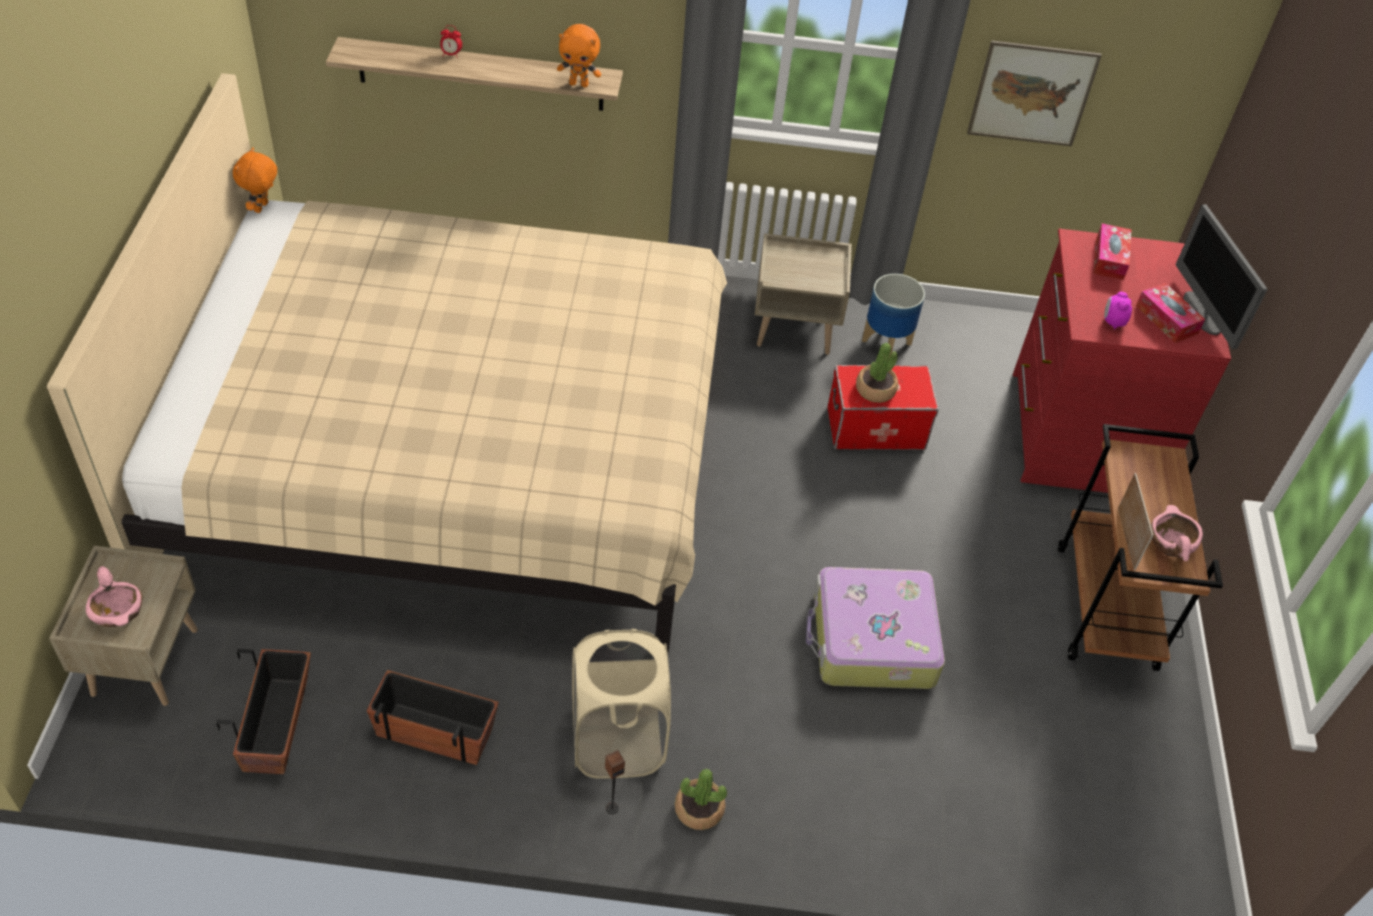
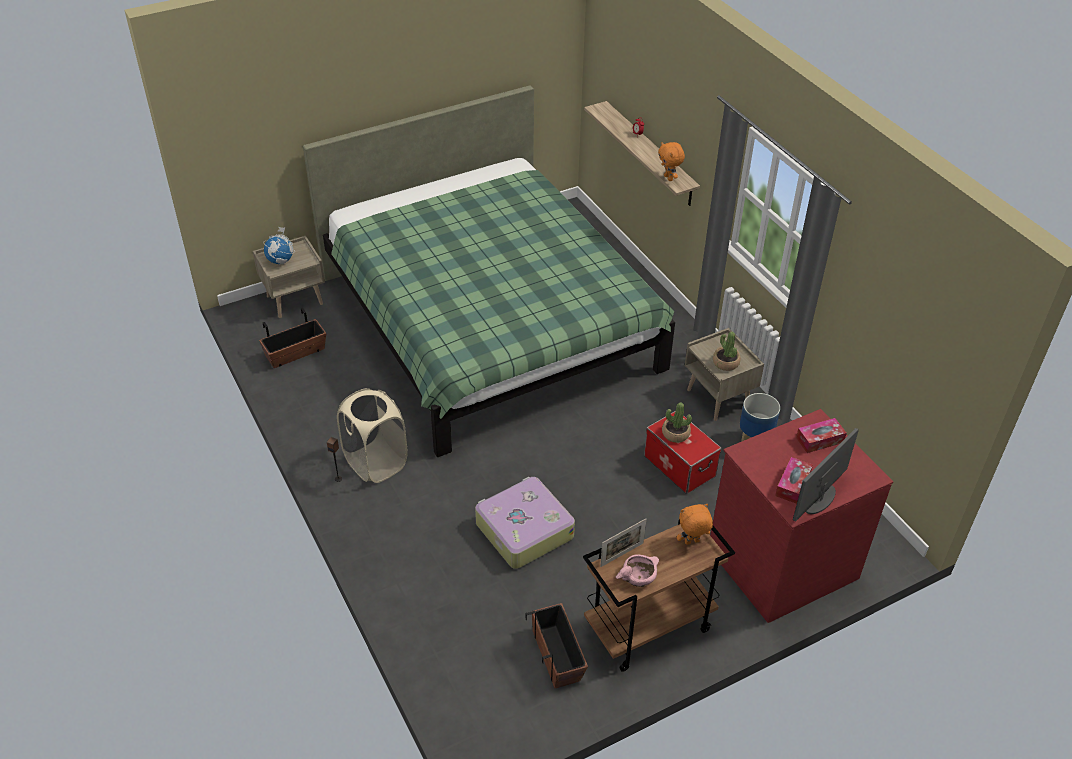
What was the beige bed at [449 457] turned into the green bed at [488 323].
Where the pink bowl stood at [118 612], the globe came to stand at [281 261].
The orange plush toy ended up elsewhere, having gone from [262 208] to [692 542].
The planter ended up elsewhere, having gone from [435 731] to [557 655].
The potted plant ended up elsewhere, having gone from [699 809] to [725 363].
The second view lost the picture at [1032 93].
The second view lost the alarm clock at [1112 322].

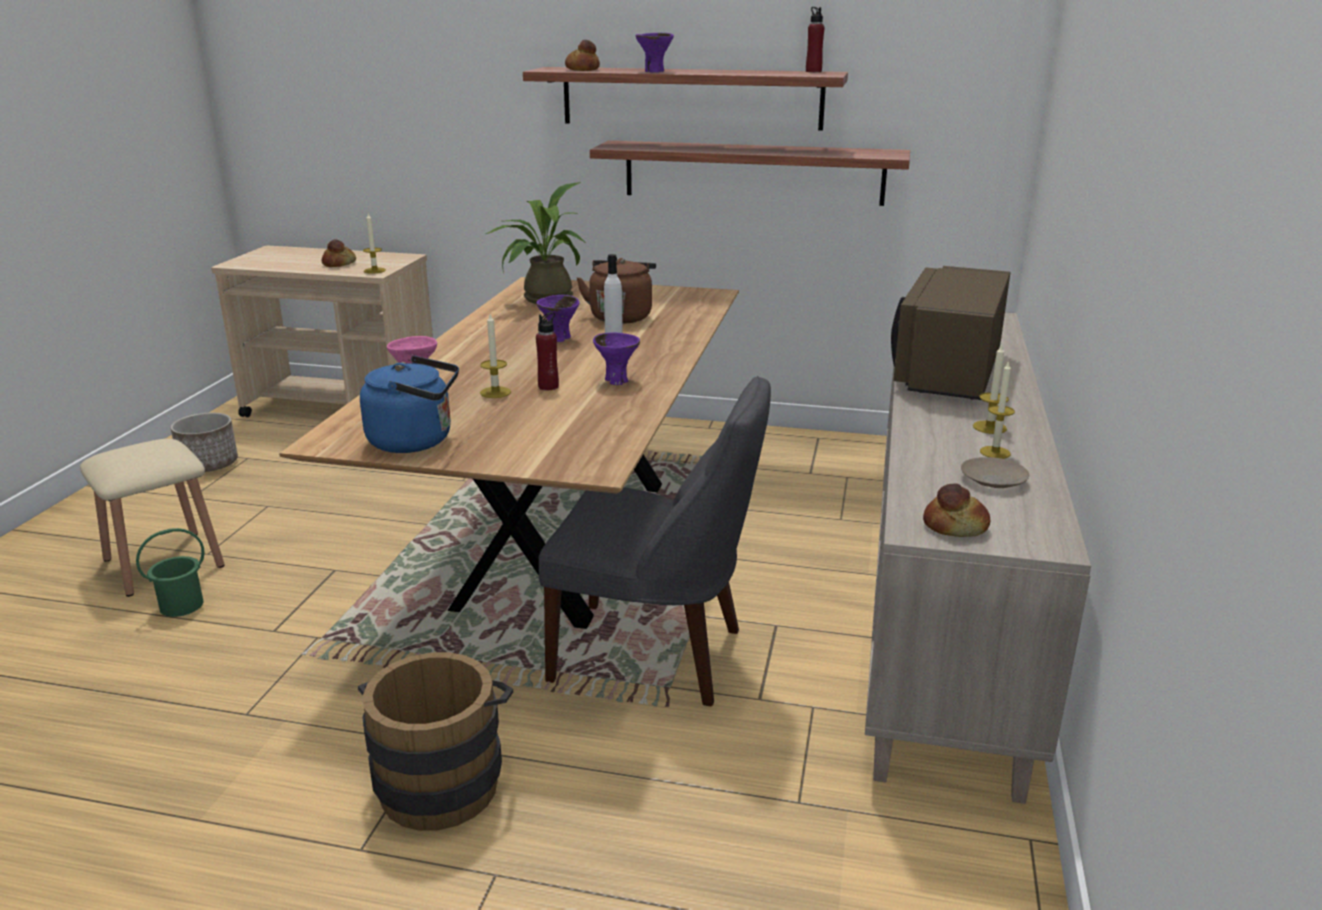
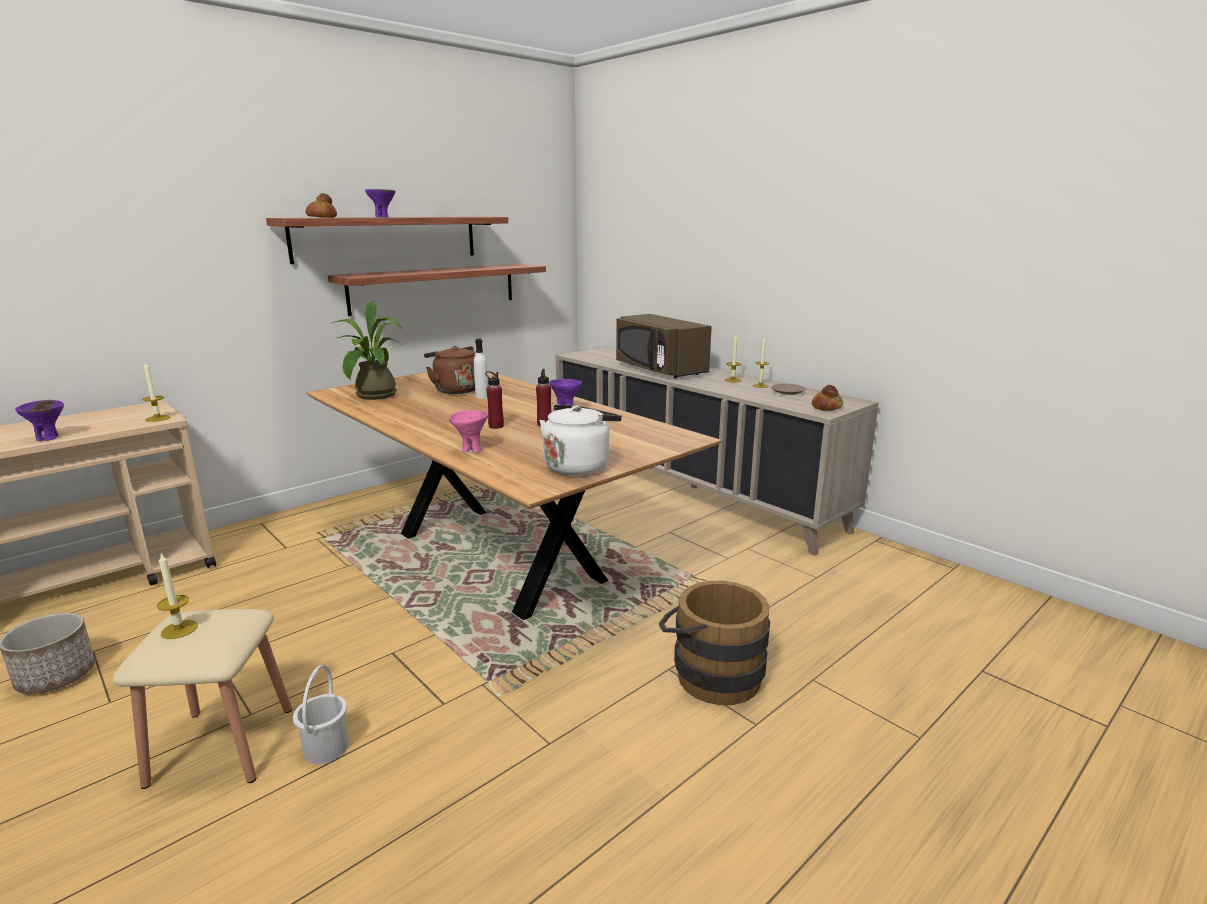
What was the green bucket at [181 605] turned into the white bucket at [325 748].
The second view lost the bread at [339 264].
What was the blue kettle at [416 441] turned into the white kettle at [579 466].
The candle ended up elsewhere, having gone from [495 392] to [179 629].
The purple bowl ended up elsewhere, having gone from [559 338] to [48 438].
The second view lost the grey chair at [656 655].
The red bottle ended up elsewhere, having gone from [813 71] to [496 426].

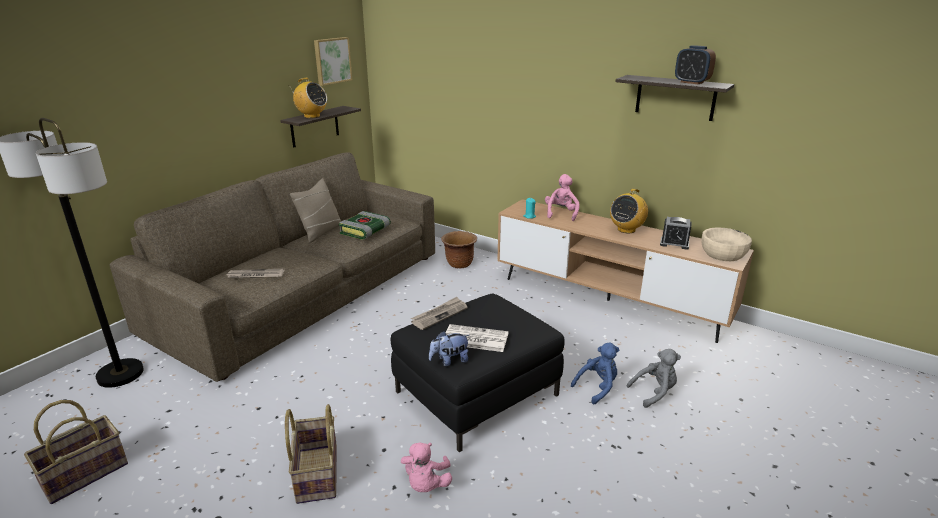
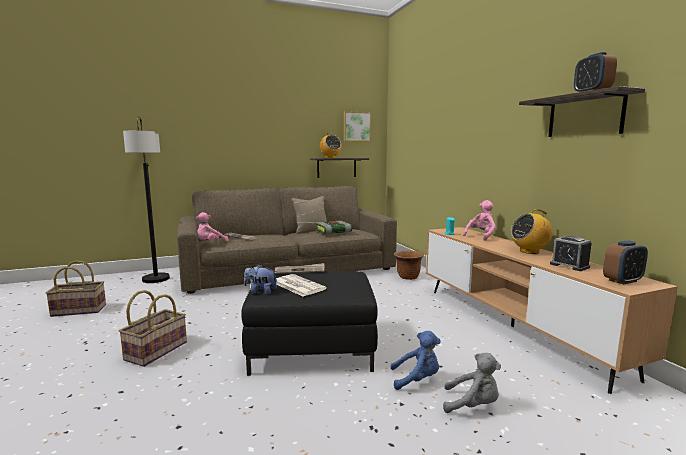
The pink plush toy ended up elsewhere, having gone from [426 484] to [210 243].
Where the beige bowl stood at [723 254], the alarm clock came to stand at [622 281].

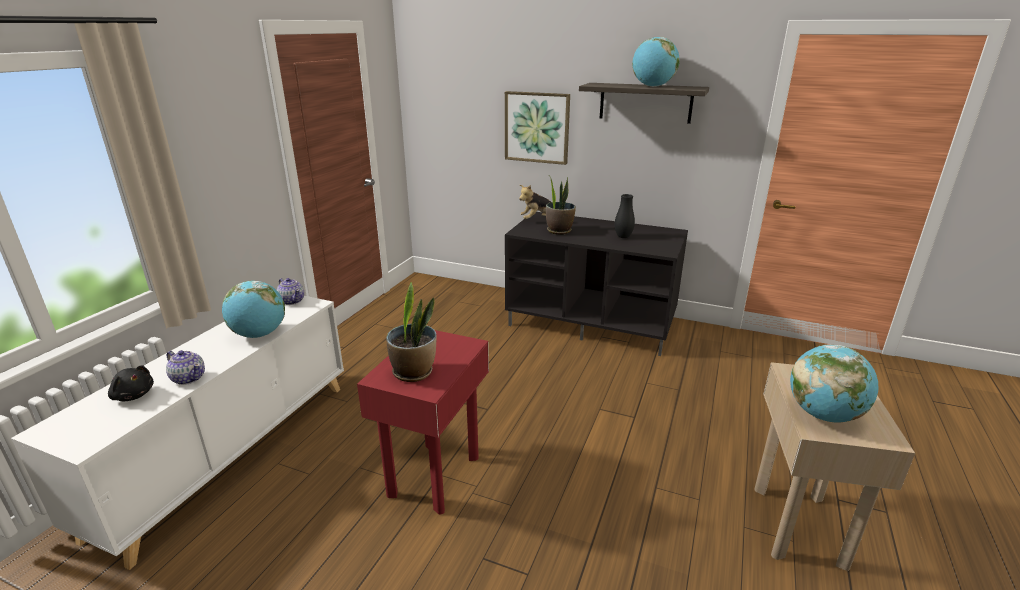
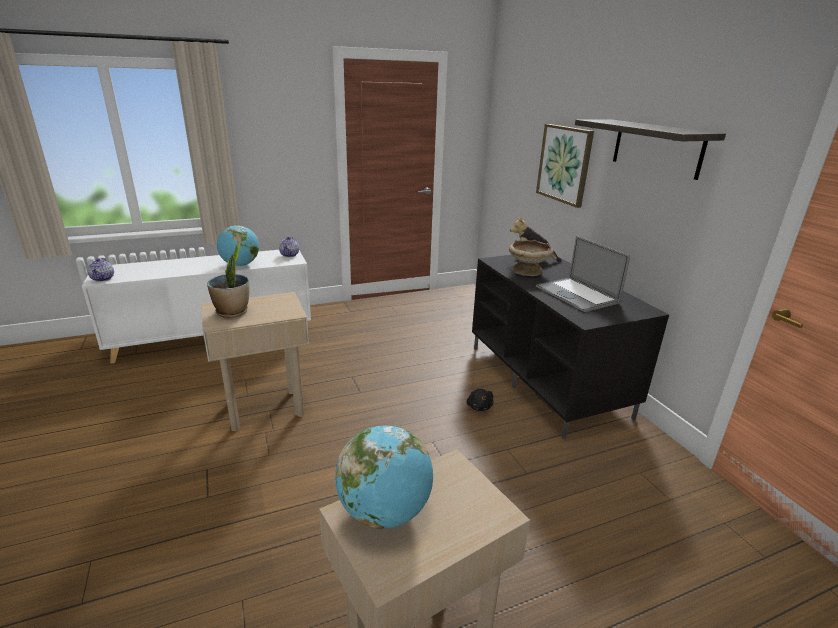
The black plush toy ended up elsewhere, having gone from [133 395] to [479 406].
The teapot ended up elsewhere, having gone from [188 378] to [103 278].
What was the red side table at [435 476] turned into the beige side table at [265 409].
Where the potted plant stood at [559 231], the beige bowl came to stand at [528 270].
Where the black vase stood at [623 237], the laptop came to stand at [576 294].
The second view lost the globe at [653 86].

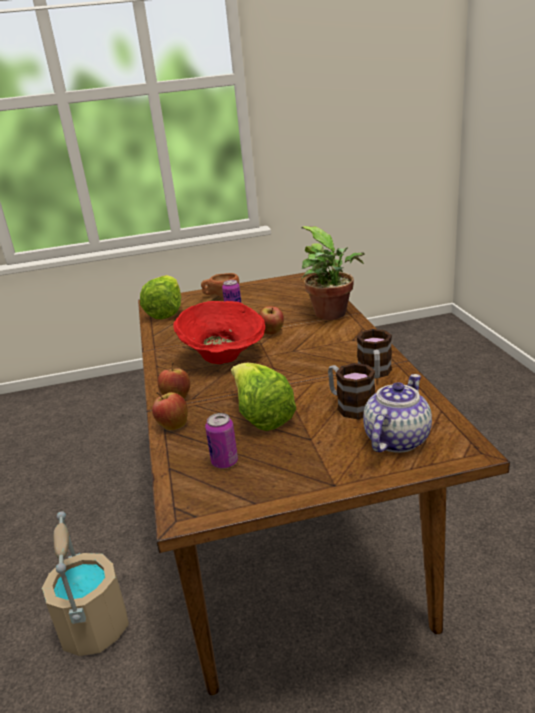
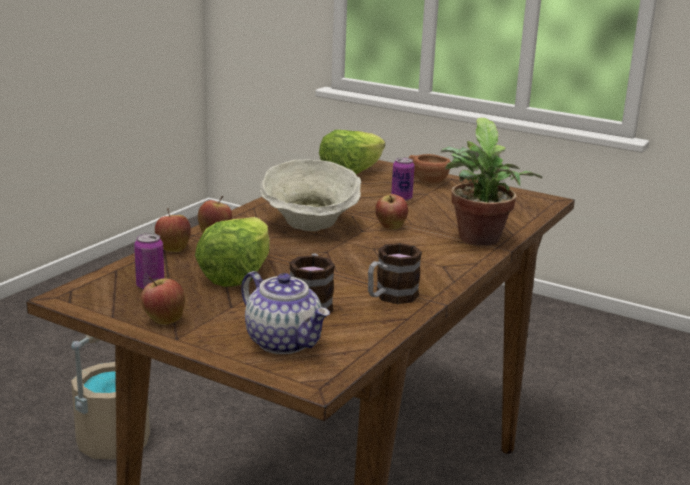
What was the red bowl at [224 357] turned into the beige bowl at [311 226].
The teapot at [396 439] ended up facing another way, 60 degrees clockwise from before.
The second view gained the apple at [163 320].

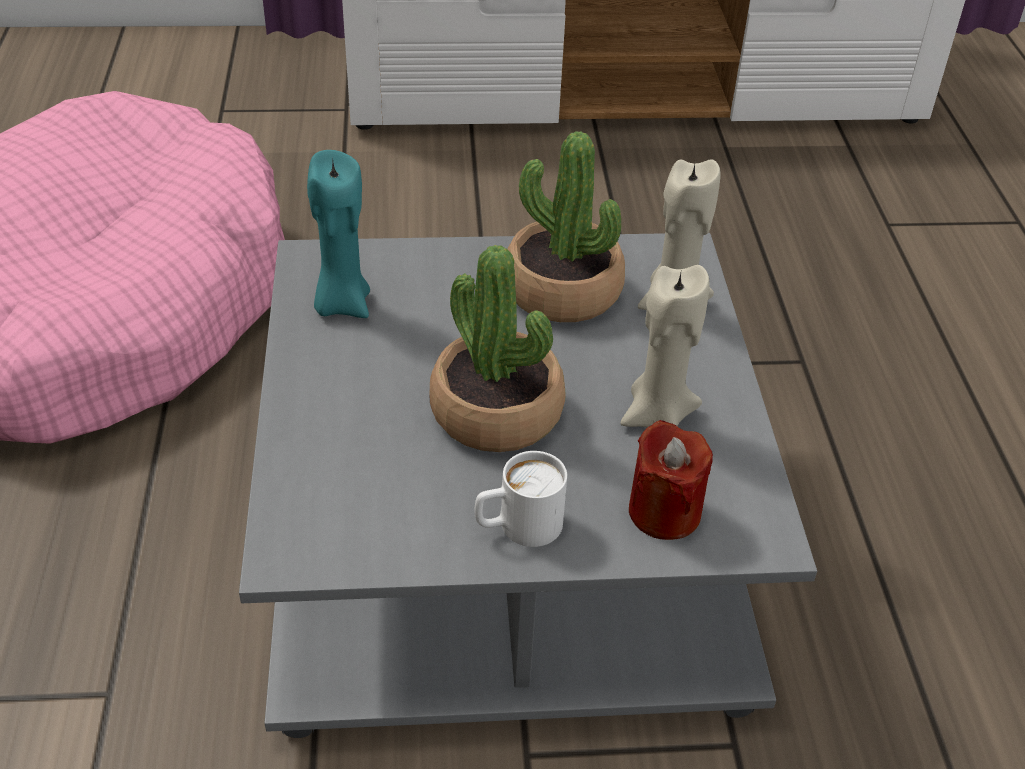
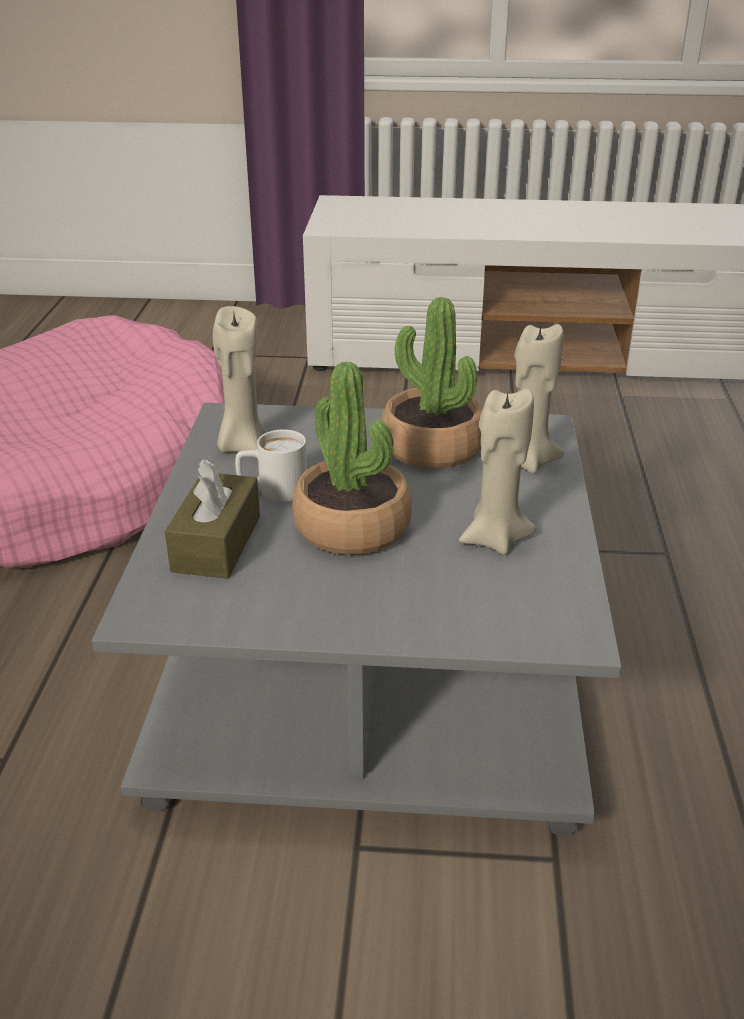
What was the turquoise candle at [342 304] turned into the beige candle at [242 446].
The white mug ended up elsewhere, having gone from [517 527] to [272 490].
The second view lost the red candle at [664 512].
The second view gained the brown tissue box at [216 543].

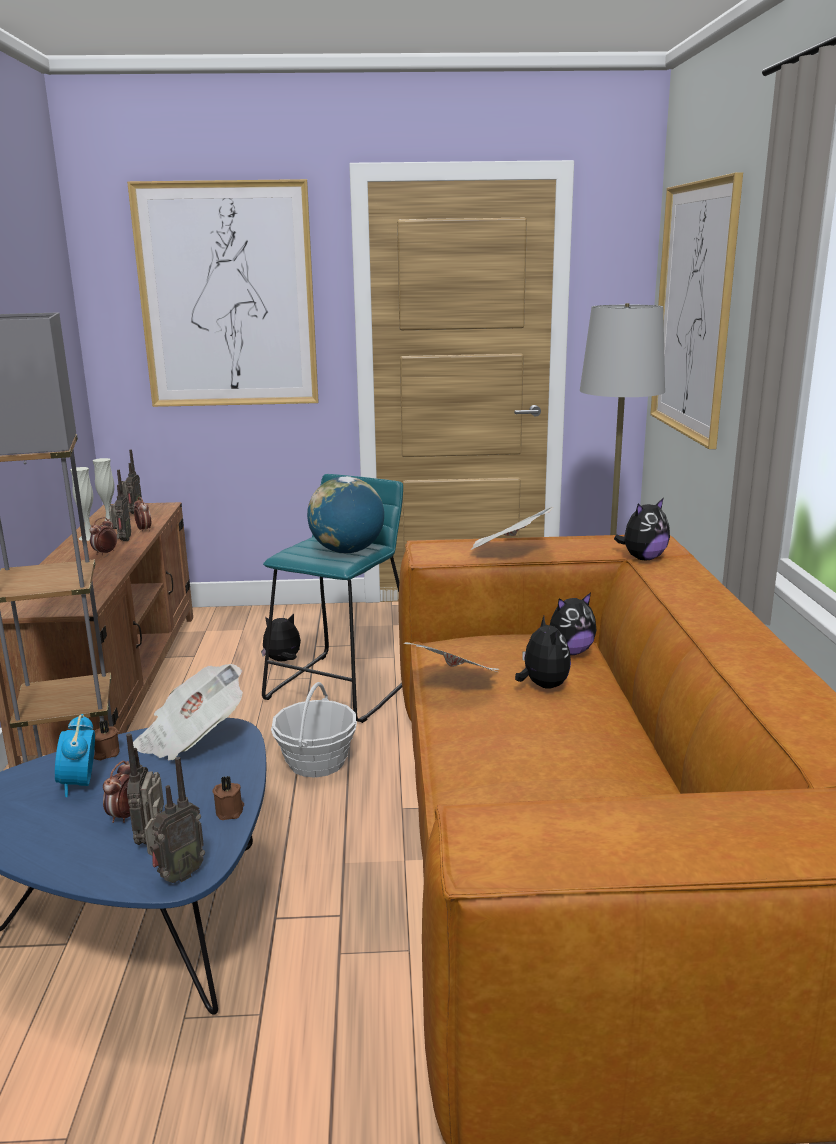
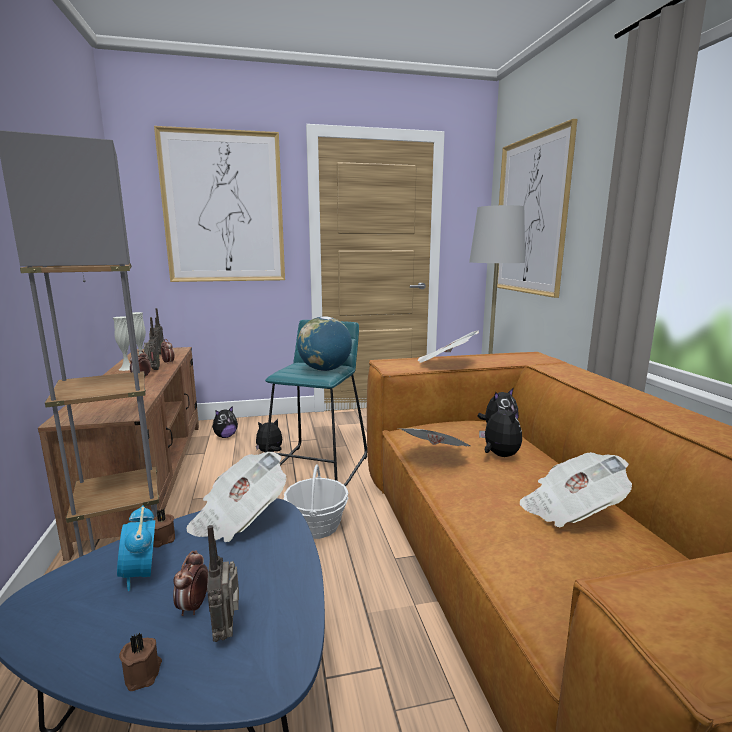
The second view lost the radio at [177 876].
The brown candle ended up elsewhere, having gone from [230 811] to [144 673].
The plush toy ended up elsewhere, having gone from [643 558] to [225 436].
The second view gained the newspaper at [570 510].

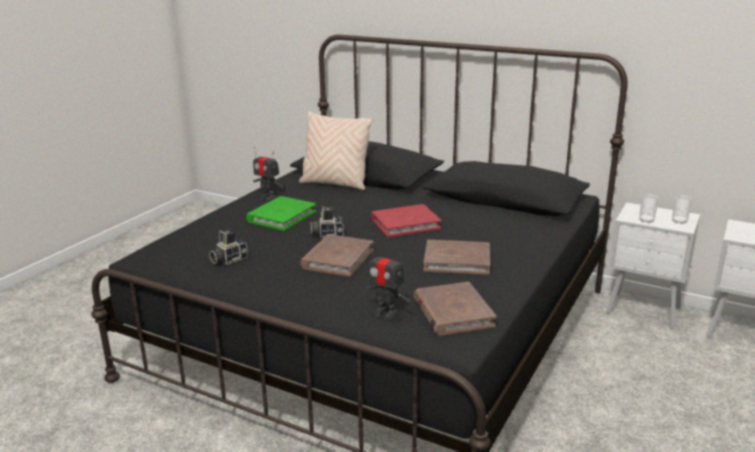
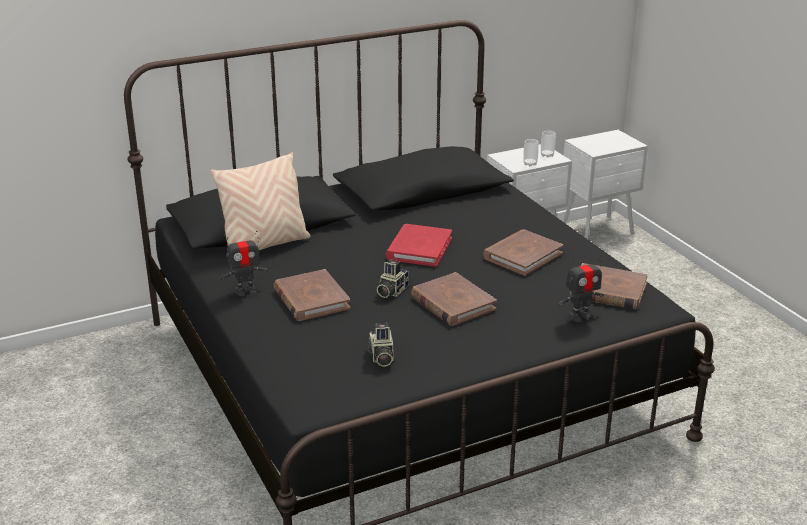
What was the green book at [282 216] turned into the brown book at [311 299].

